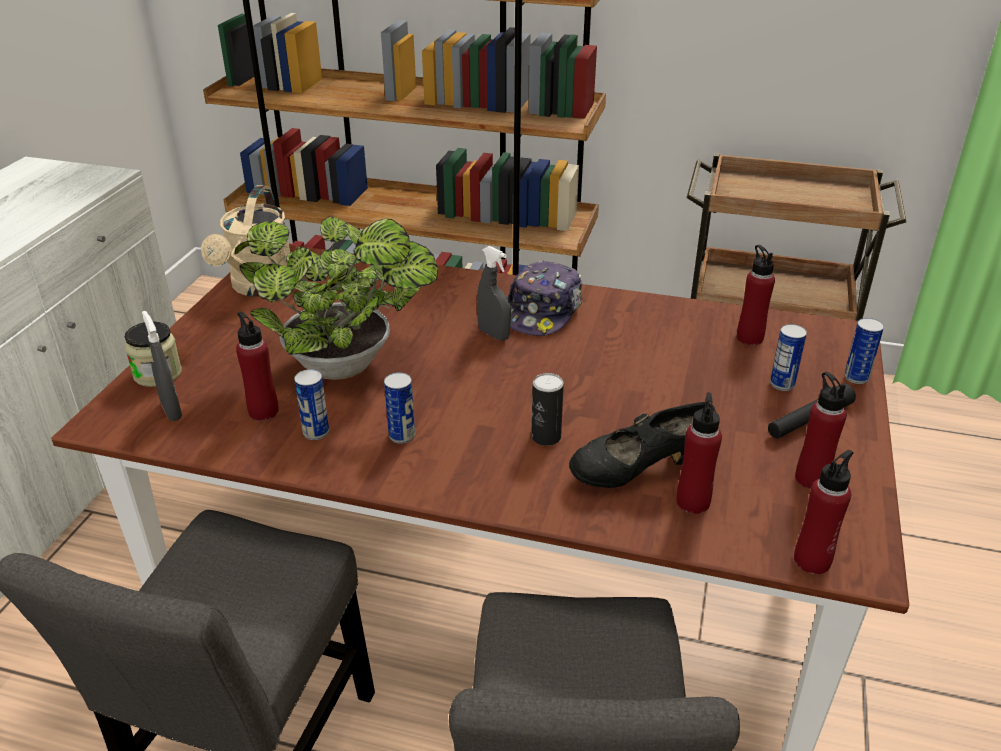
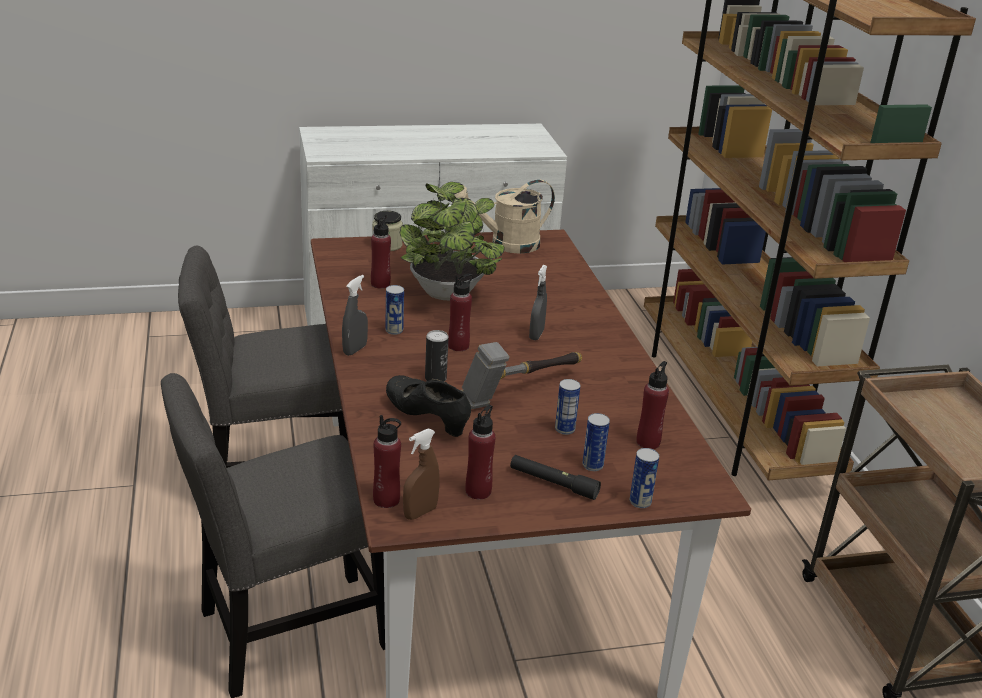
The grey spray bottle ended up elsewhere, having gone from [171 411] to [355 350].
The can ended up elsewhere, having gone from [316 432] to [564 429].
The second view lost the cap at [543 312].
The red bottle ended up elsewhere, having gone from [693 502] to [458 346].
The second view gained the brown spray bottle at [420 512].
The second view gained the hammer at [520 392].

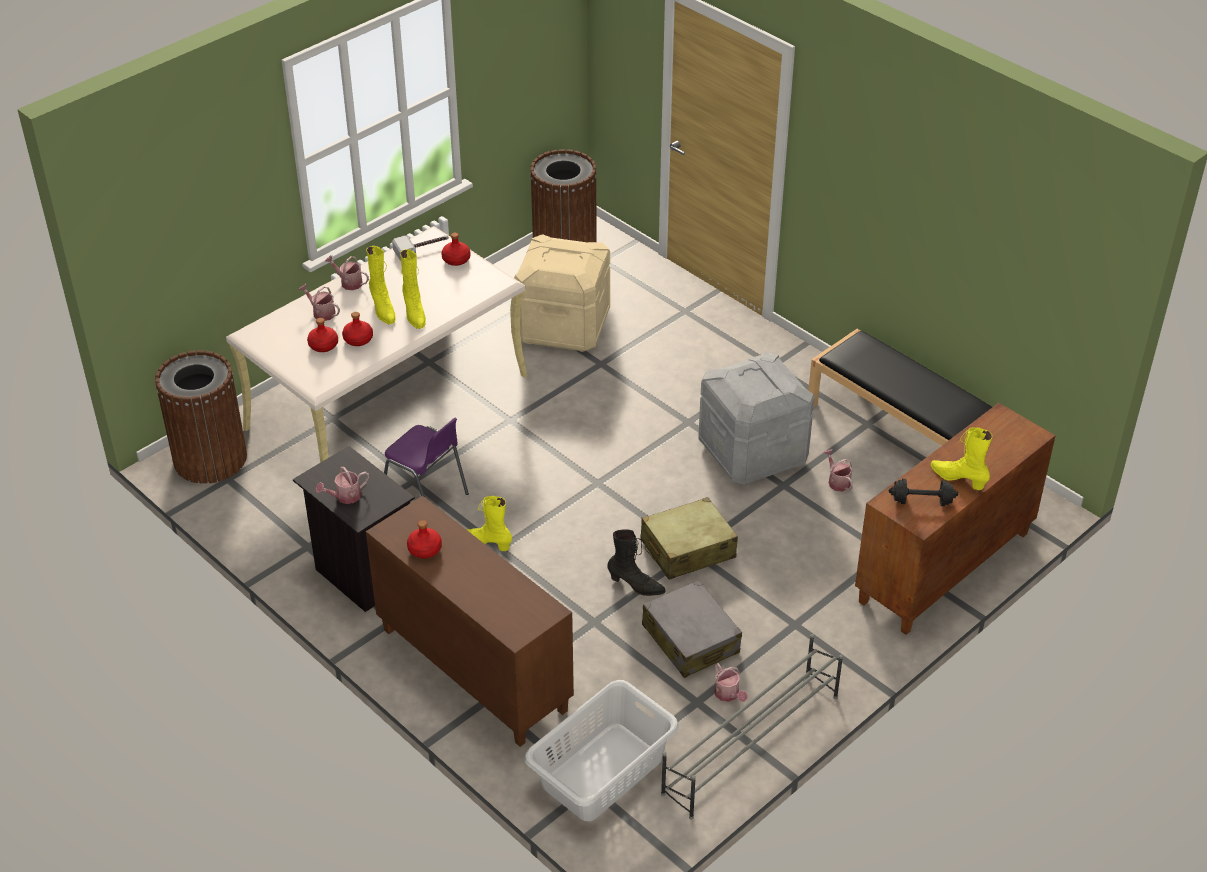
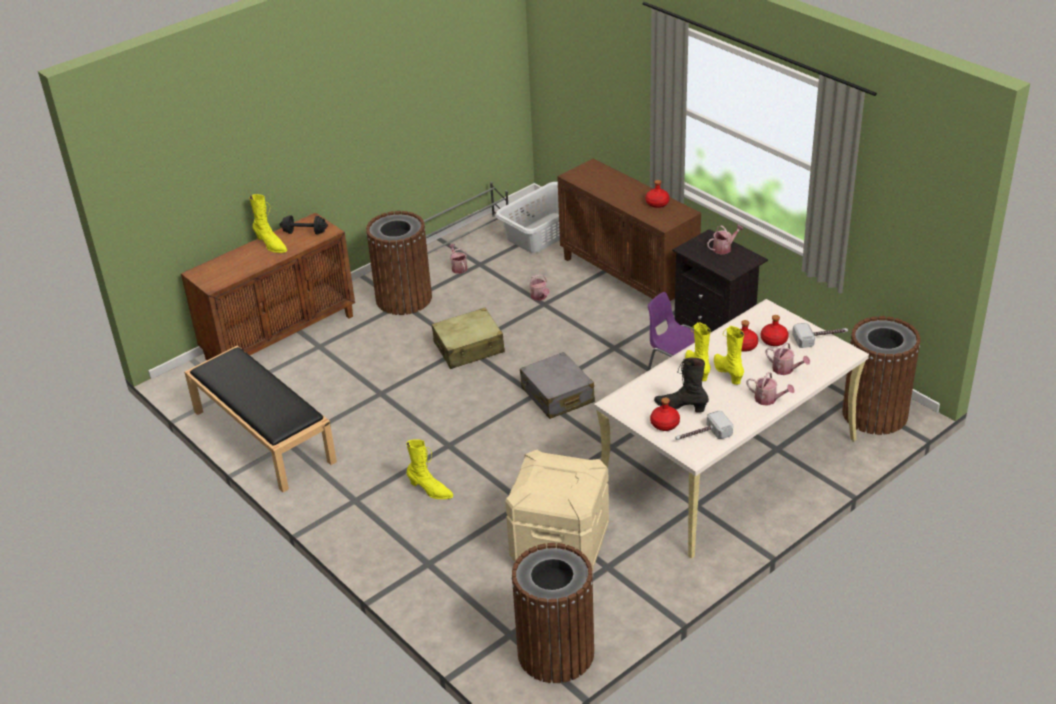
The yellow boot ended up elsewhere, having gone from [486 543] to [430 490].
The black boot ended up elsewhere, having gone from [636 586] to [681 407].
The grey suitcase ended up elsewhere, having gone from [690 639] to [557 395].
The second view lost the grey storage box at [753 453].
The watering can ended up elsewhere, having gone from [837 481] to [539 297].
The second view gained the brown trash can at [404 298].
The second view gained the hammer at [820 338].

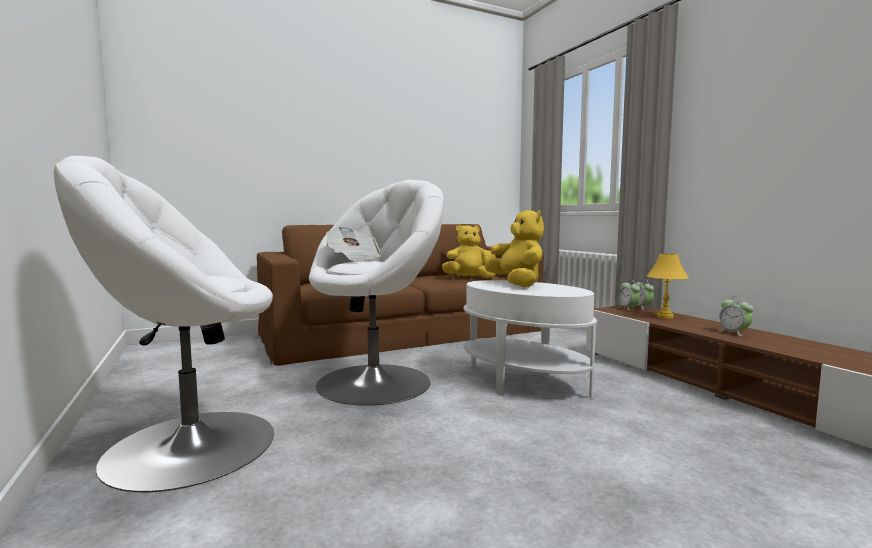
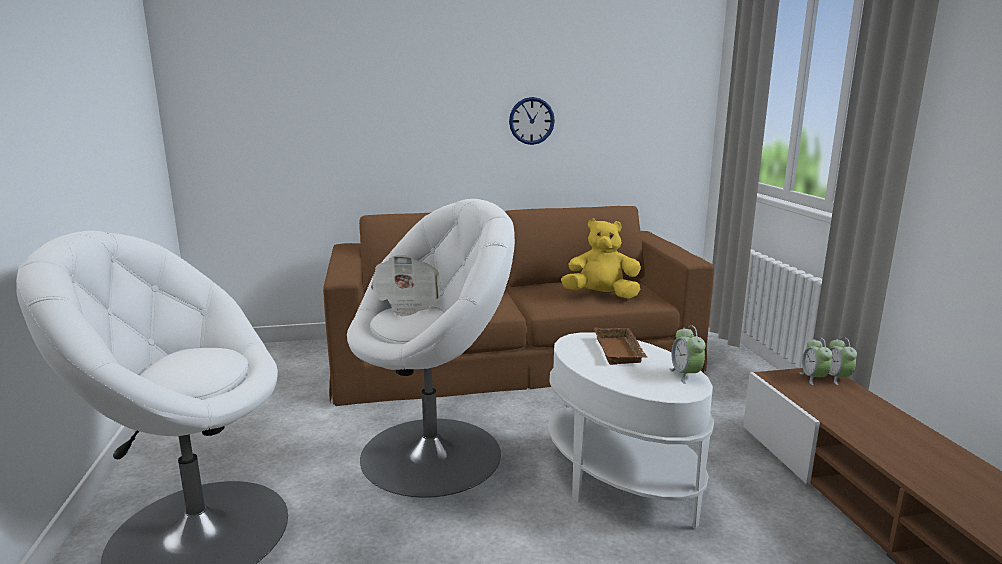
Where the yellow plush toy stood at [516 284], the brown tray came to stand at [621 351].
The second view lost the yellow table lamp at [665 317].
The alarm clock ended up elsewhere, having gone from [734 332] to [685 375].
The second view gained the wall clock at [531 121].

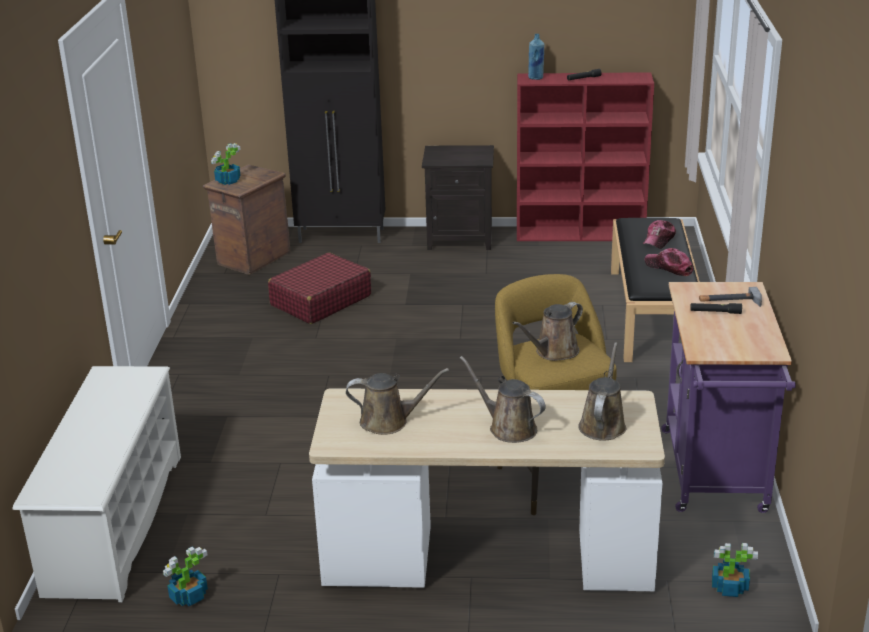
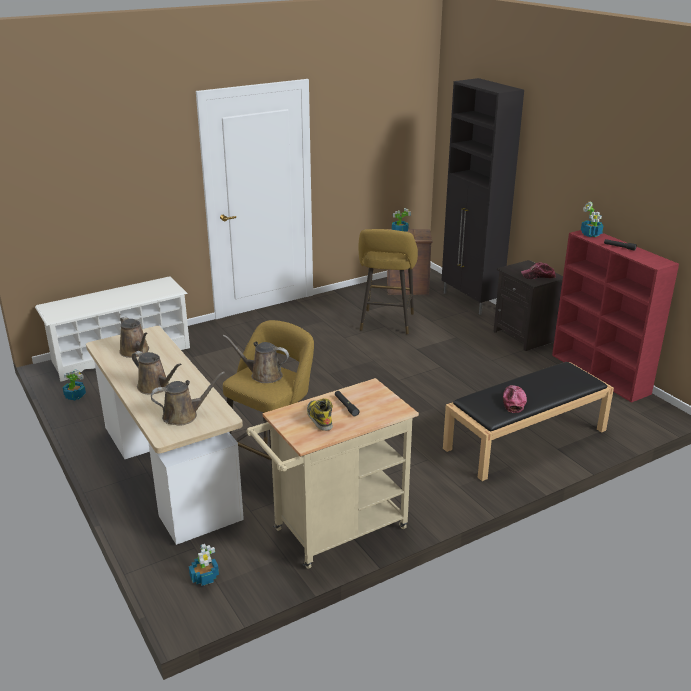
Where the red suitcase stood at [320 300], the yellow stool came to stand at [386 323].
The brown watering can at [508 428] ended up facing another way, 120 degrees clockwise from before.
Where the blue bottle stood at [536 78], the potted plant came to stand at [591 234].
The cap ended up elsewhere, having gone from [659 240] to [538 276].
What was the purple cart at [715 477] turned into the beige cart at [333 532].
The second view lost the hammer at [730 300].
The second view gained the boot at [319 418].

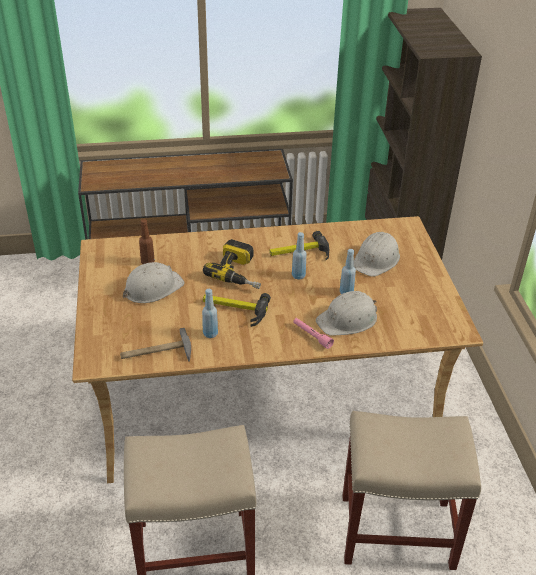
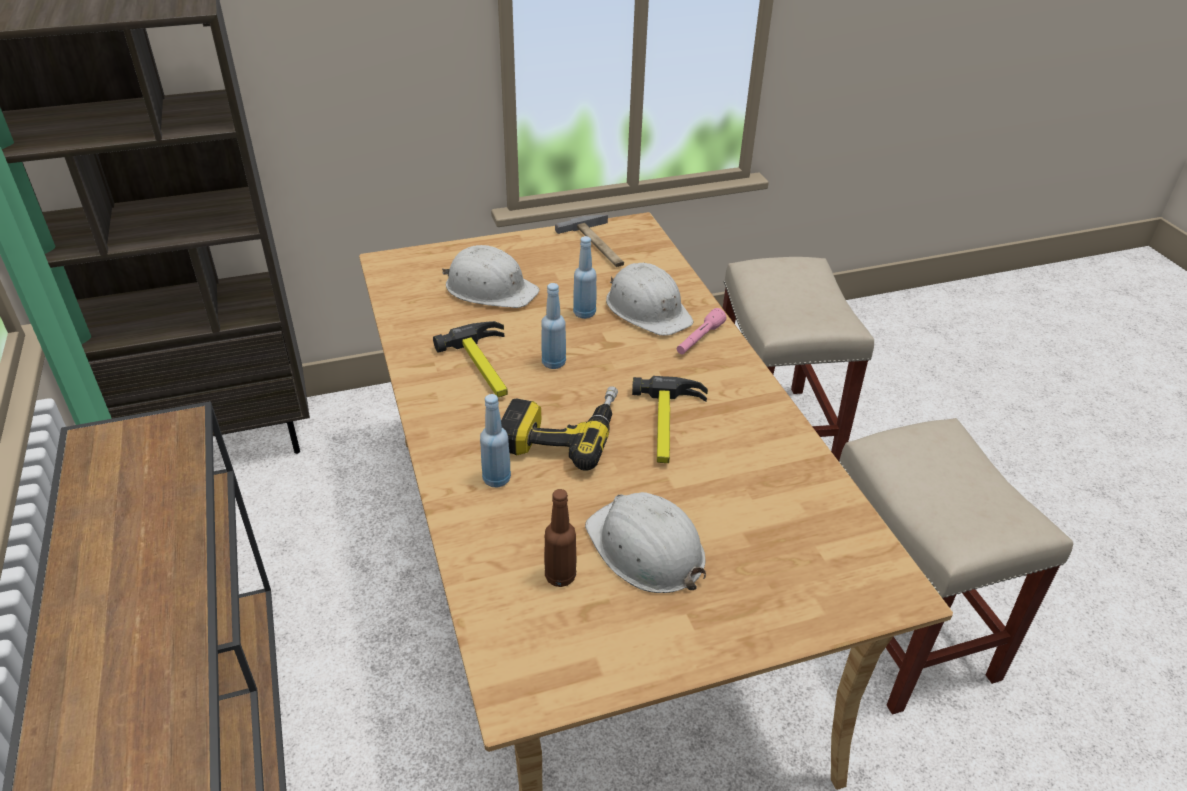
The hammer ended up elsewhere, having gone from [156 352] to [599 245].
The blue bottle ended up elsewhere, having gone from [210 334] to [496 479].

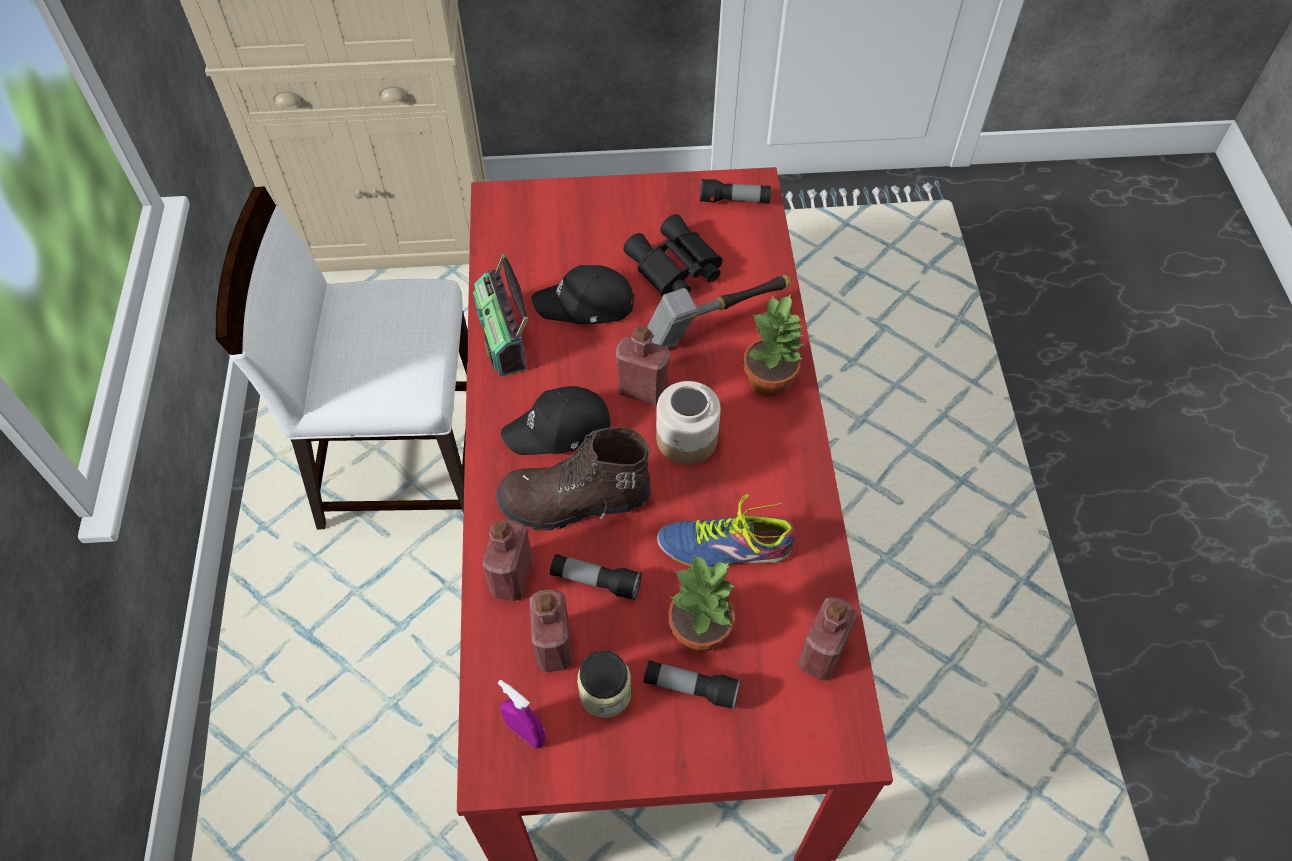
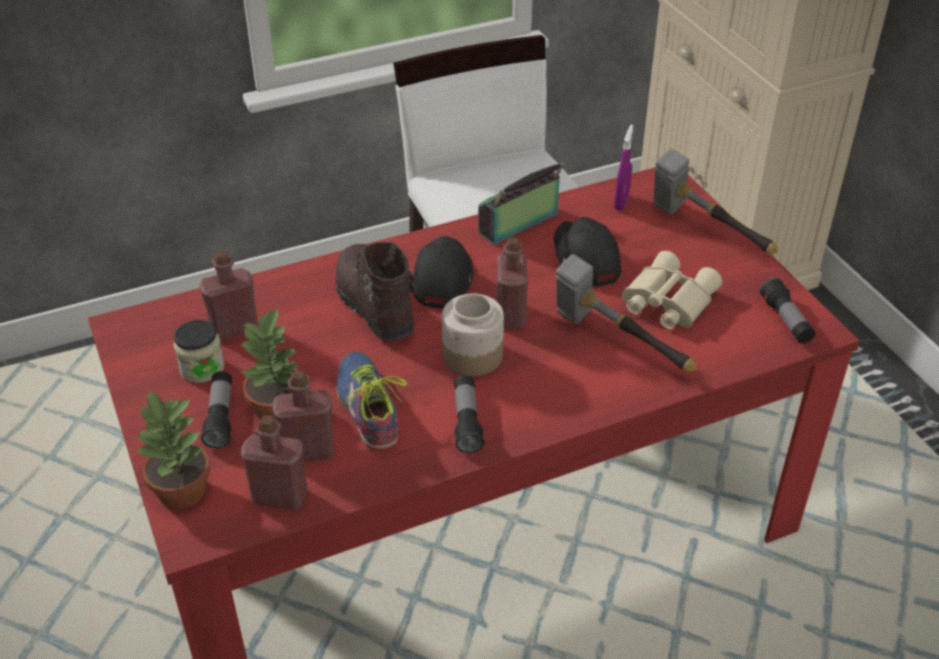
The red bottle ended up elsewhere, having gone from [511 577] to [308 451].
The purple spray bottle ended up elsewhere, having gone from [525 732] to [621 202].
The black cap at [559 429] ended up facing another way, 45 degrees clockwise from before.
The flashlight ended up elsewhere, having gone from [595 581] to [467 422].
What was the black binoculars at [674 268] turned into the beige binoculars at [666 301].
The potted plant ended up elsewhere, having gone from [770 380] to [182 493].
The second view gained the hammer at [707 232].

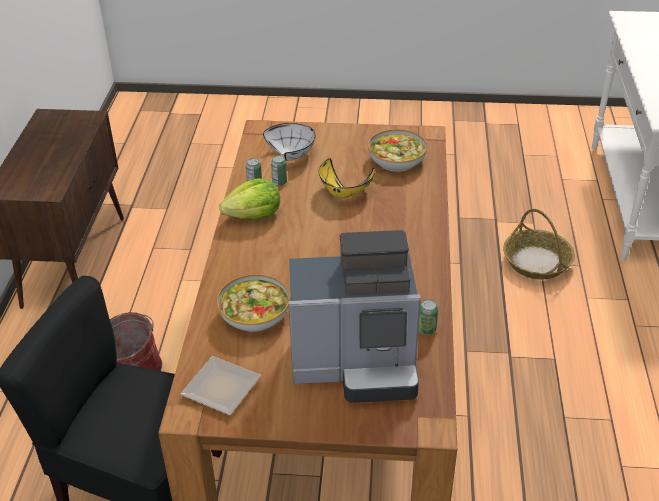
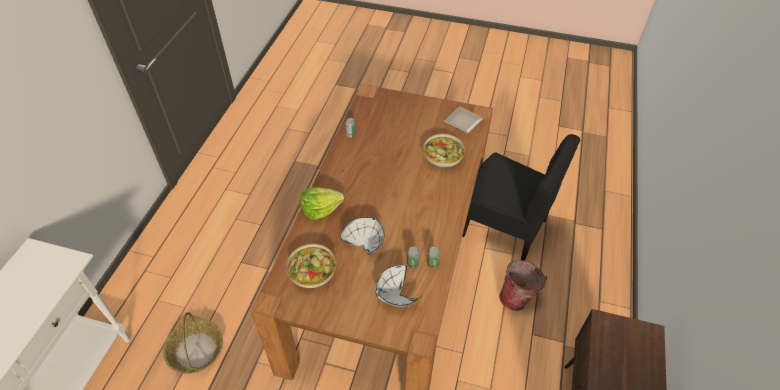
The lettuce ended up elsewhere, having gone from [254 215] to [320 209].
The second view lost the coffee machine at [357 365].
What was the yellow bowl at [345 194] turned into the white bowl at [365 242].

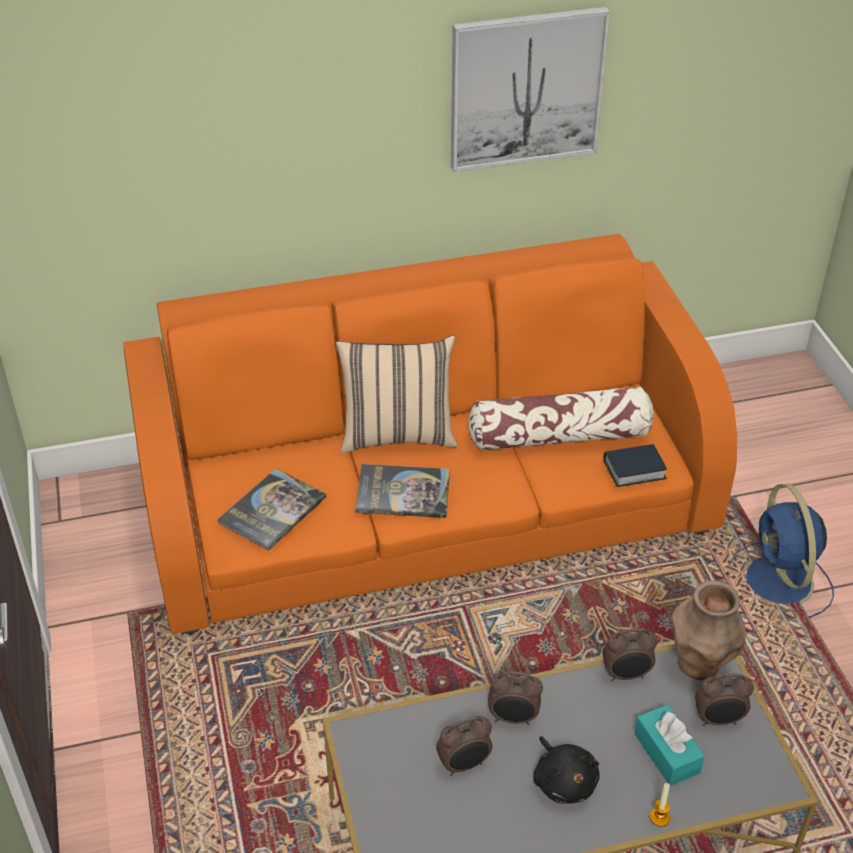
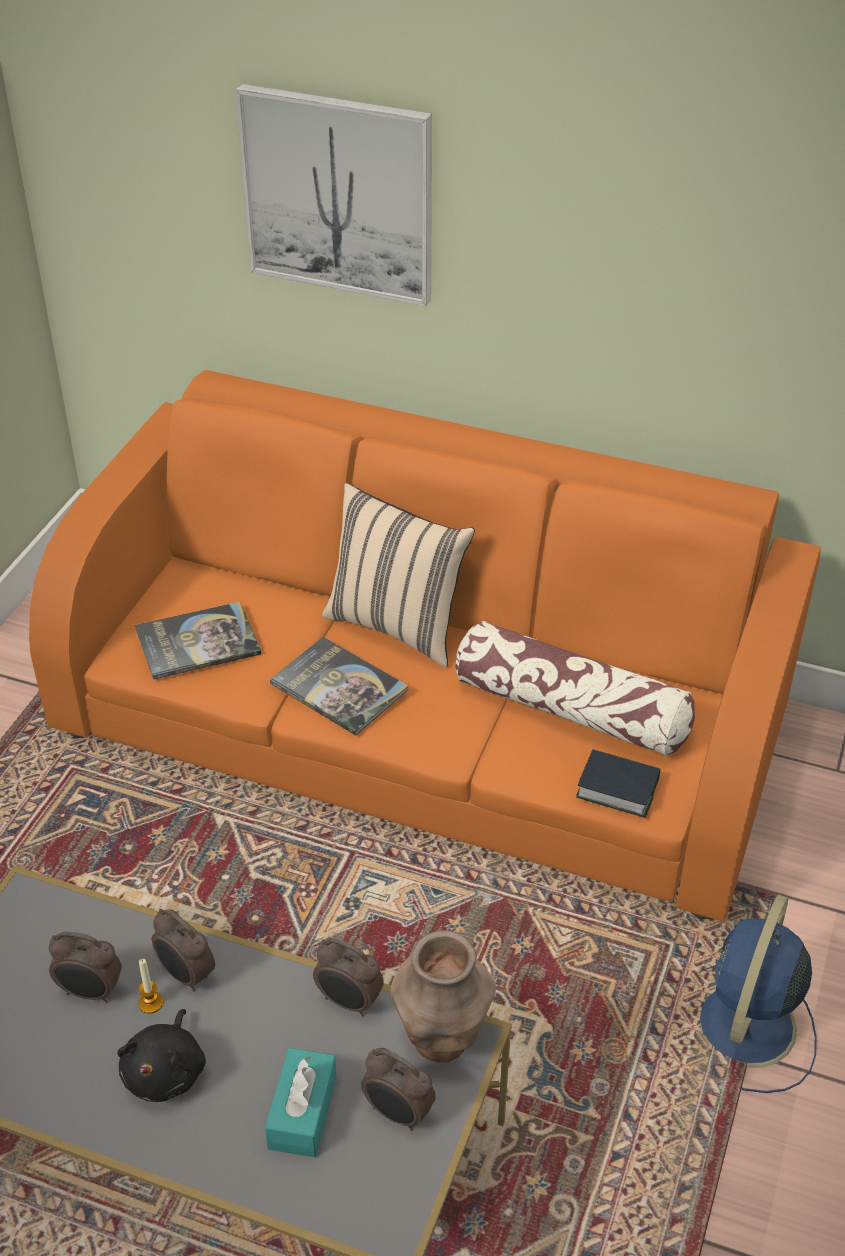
The picture ended up elsewhere, having gone from [526 88] to [339 194].
The candle ended up elsewhere, having gone from [659 817] to [150 1003].

